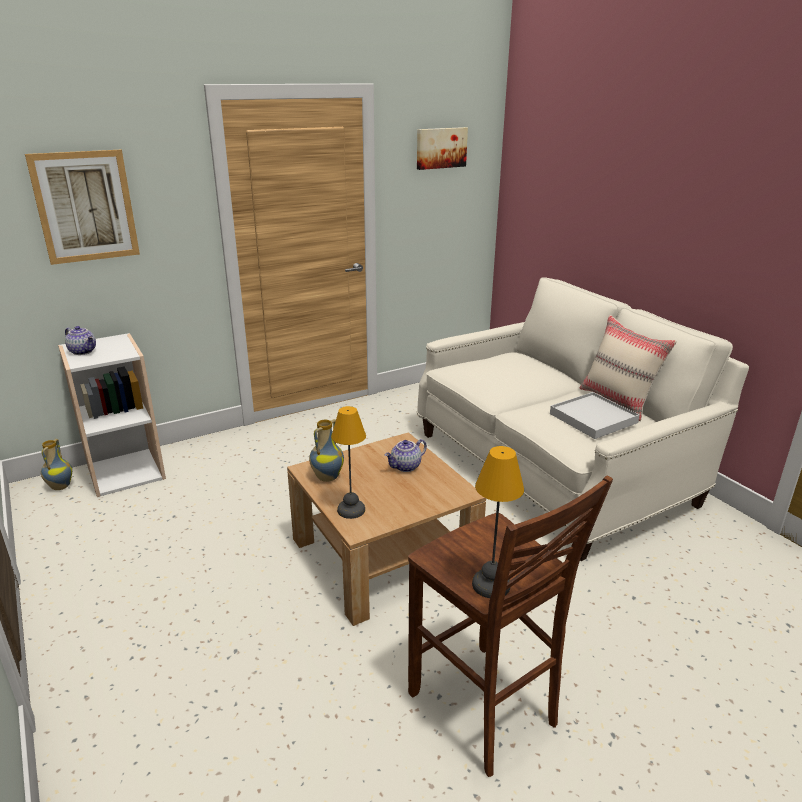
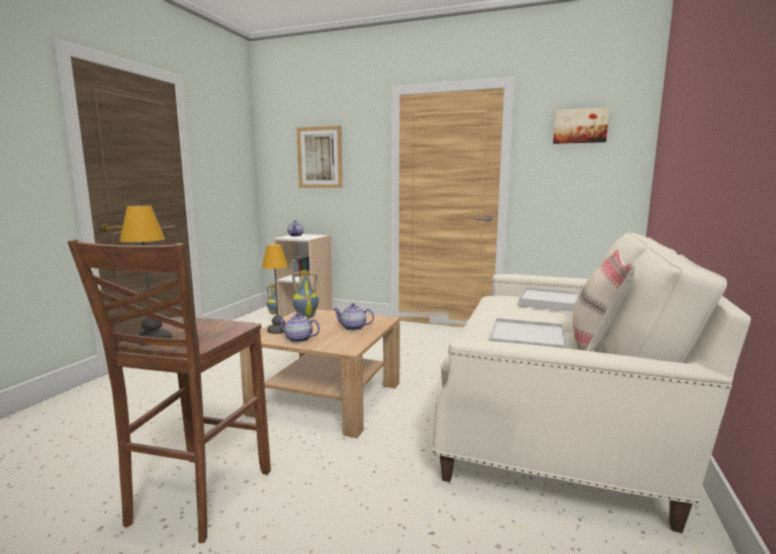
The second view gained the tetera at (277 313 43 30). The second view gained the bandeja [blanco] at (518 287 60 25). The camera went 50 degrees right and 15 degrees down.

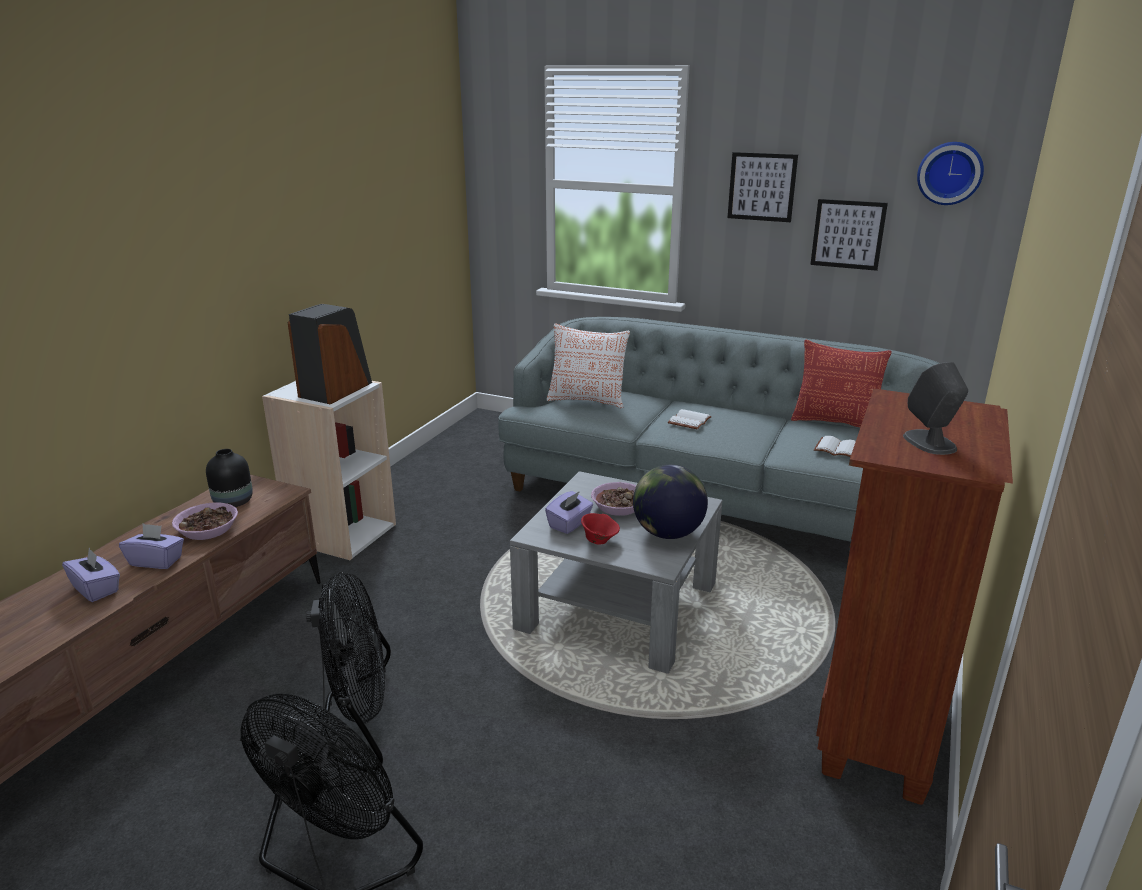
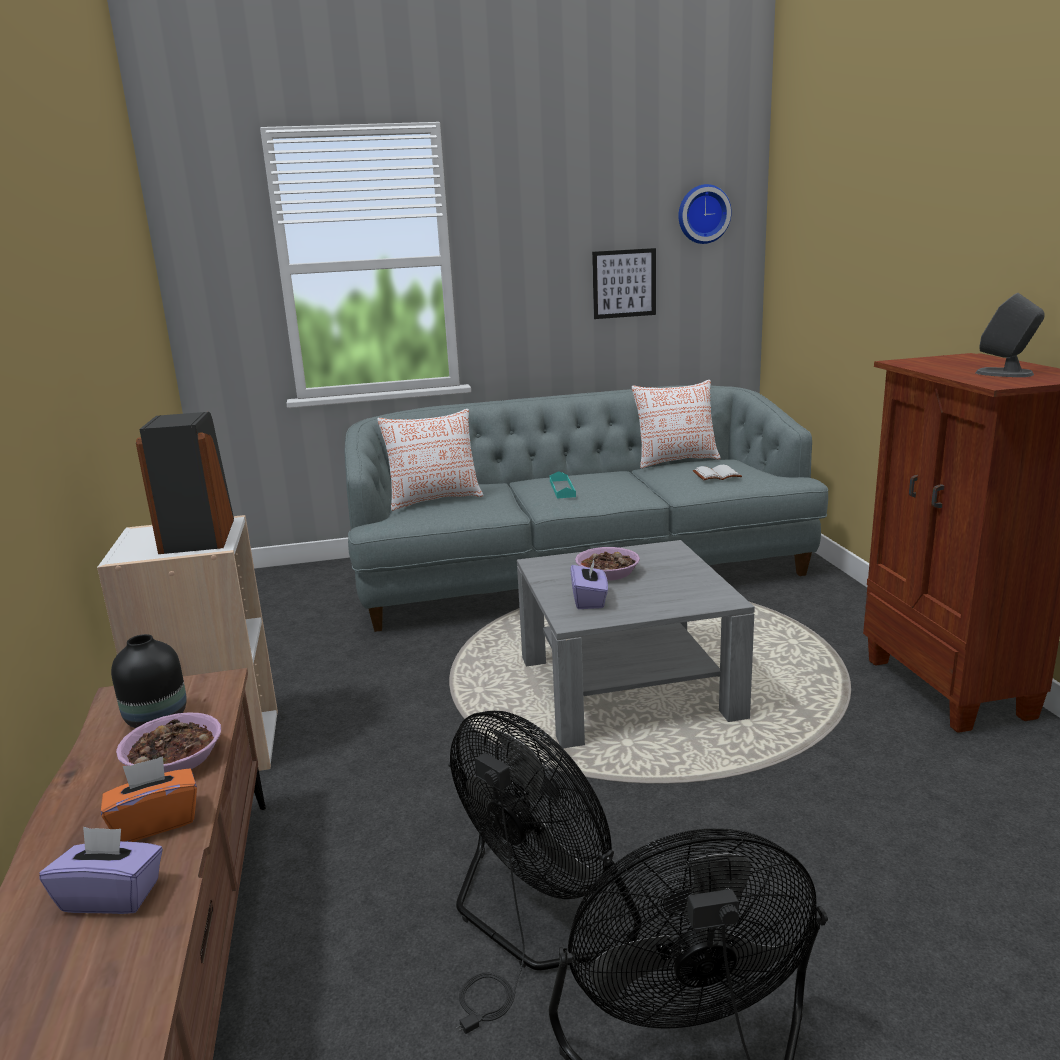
The second view lost the cuenco [rojo] at (581 513 39 32). The second view lost the globo terráqueo at (633 465 75 74). The second view lost the cuadro at (727 152 71 70). Where the libro [blanco] stood at (668 409 44 21), the bandeja [turquesa] came to stand at (550 471 26 28). What was the caja de pañuelos [morado] at (119 524 65 45) turned into the caja de pañuelos [naranja] at (101 756 96 86). What was the cojín [rojo] at (791 340 101 87) turned into the cojín [blanco] at (632 380 88 89). The camera went 35 degrees left and 5 degrees down.

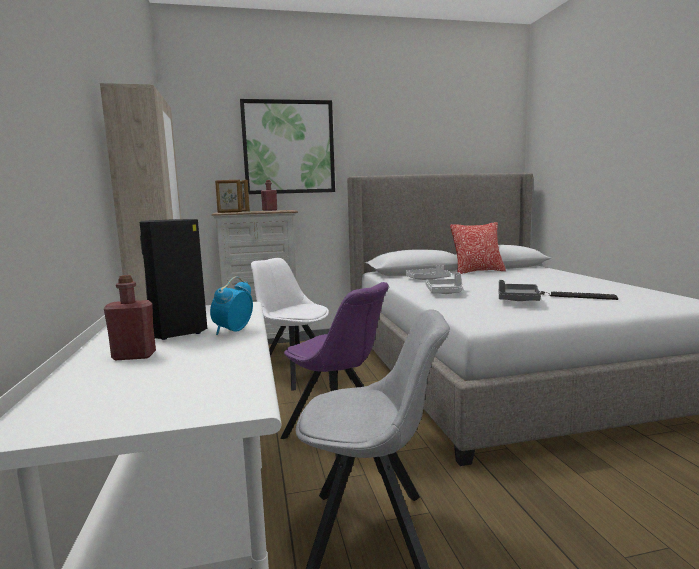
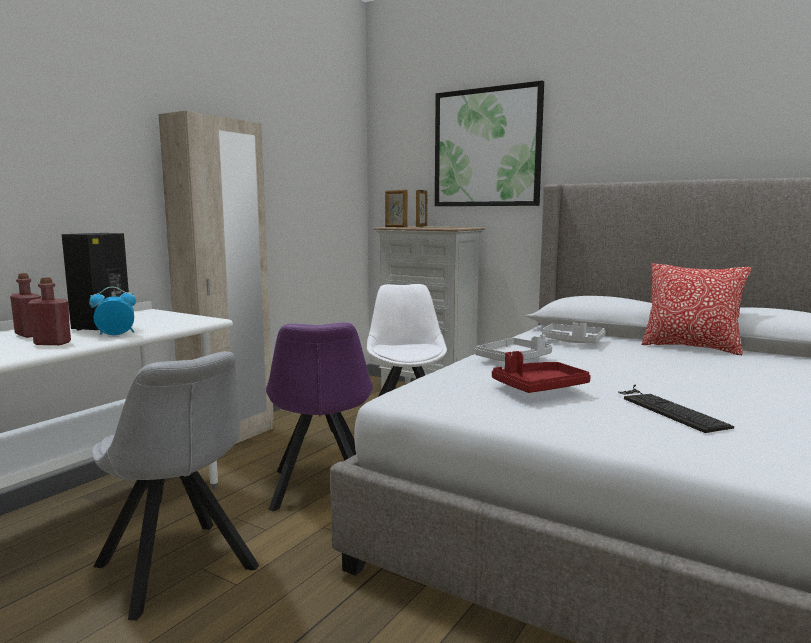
The botella [rojo] ended up elsewhere, having gone from (261 180 16 31) to (28 277 43 68). What was the bandeja [gris] at (499 280 42 21) turned into the bandeja [rojo] at (492 351 99 42). The camera went 45 degrees right and 0 degrees up.

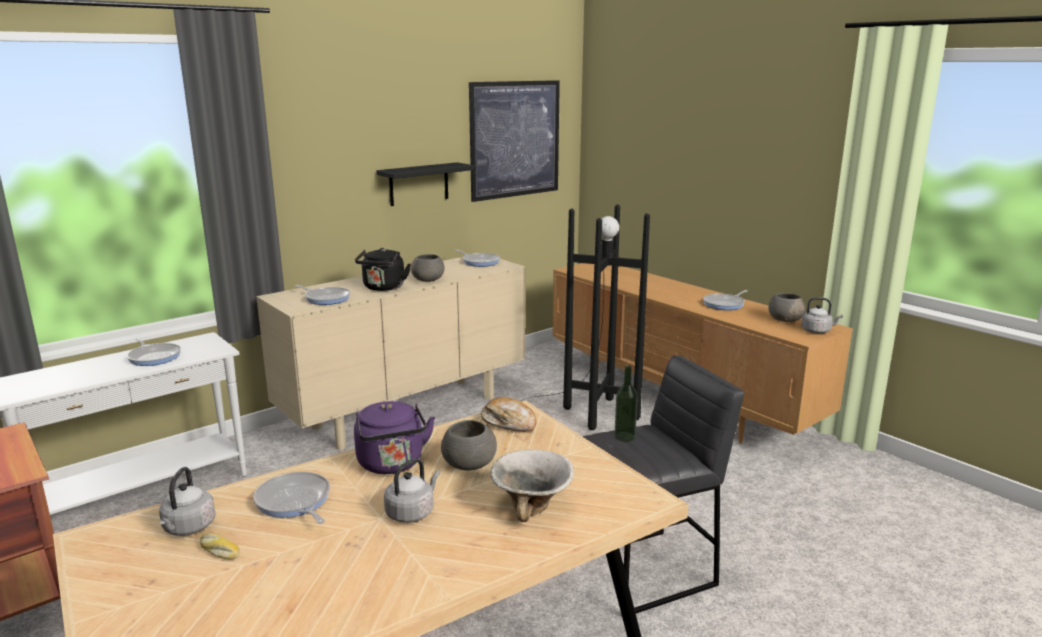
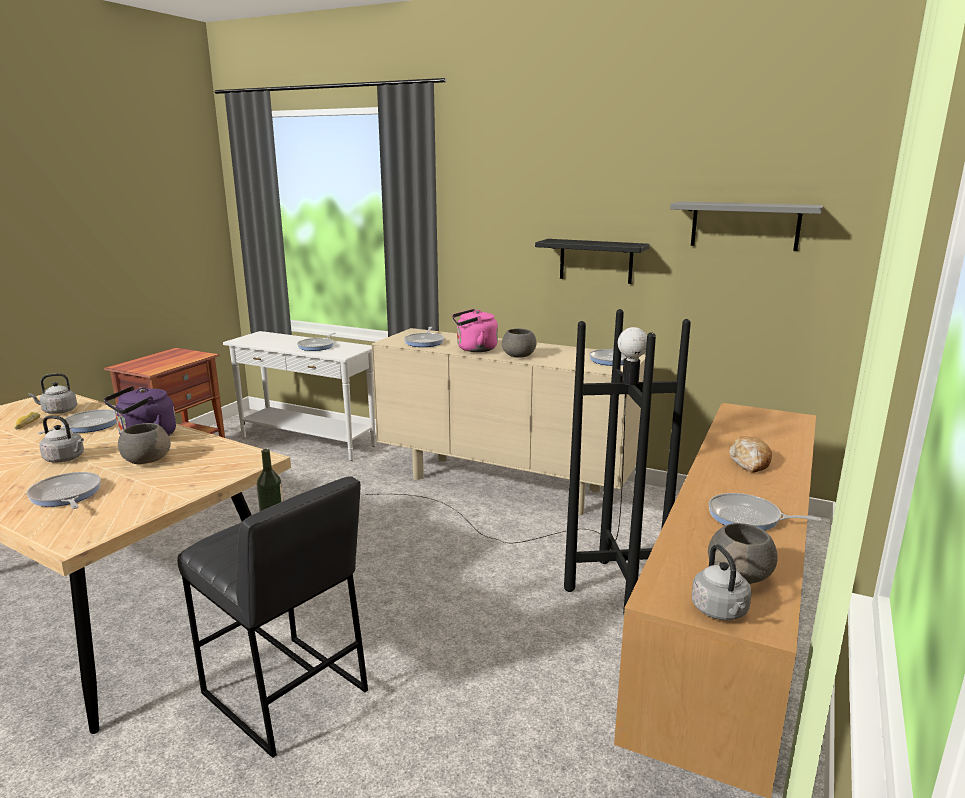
The pan ended up elsewhere, having gone from (481 397 55 34) to (730 437 42 36). Where the cuadro hung at (469 80 91 122), the estante [gris] came to hang at (670 201 153 50). Where the cuenco stood at (490 450 84 72), the sartén came to stand at (27 472 74 37). What was the hervidor [negro] at (355 248 56 43) turned into the hervidor [rosa] at (452 309 46 43). The camera went 65 degrees right and 0 degrees up.

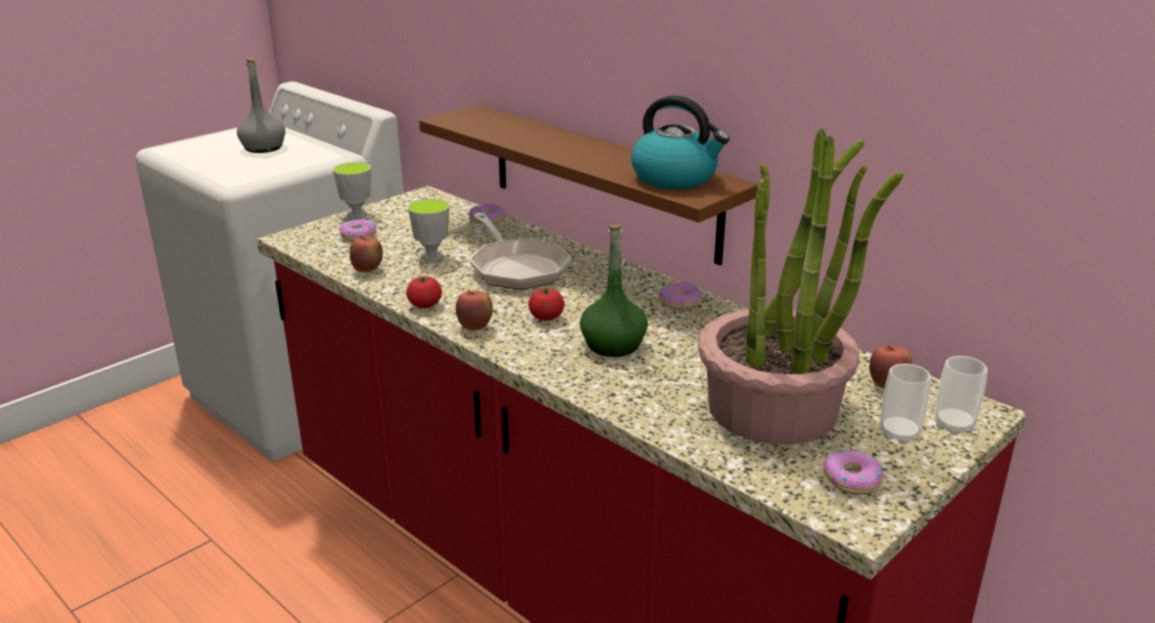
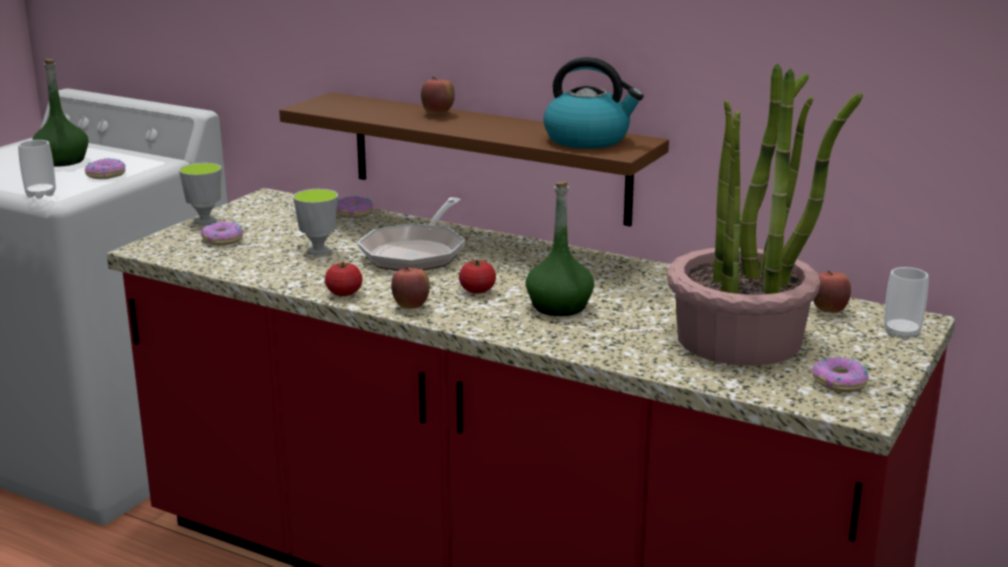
The manzana ended up elsewhere, having gone from (350 236 33 36) to (421 77 34 37). The rosquilla ended up elsewhere, having gone from (659 282 44 28) to (85 158 41 21). The taza ended up elsewhere, having gone from (880 364 51 80) to (18 140 38 59). What was the botella [gris] at (237 58 48 95) turned into the botella [verde] at (32 59 56 108). The sartén at (469 213 102 77) ended up facing another way, 60 degrees clockwise from before. The camera went 15 degrees left and 5 degrees down.

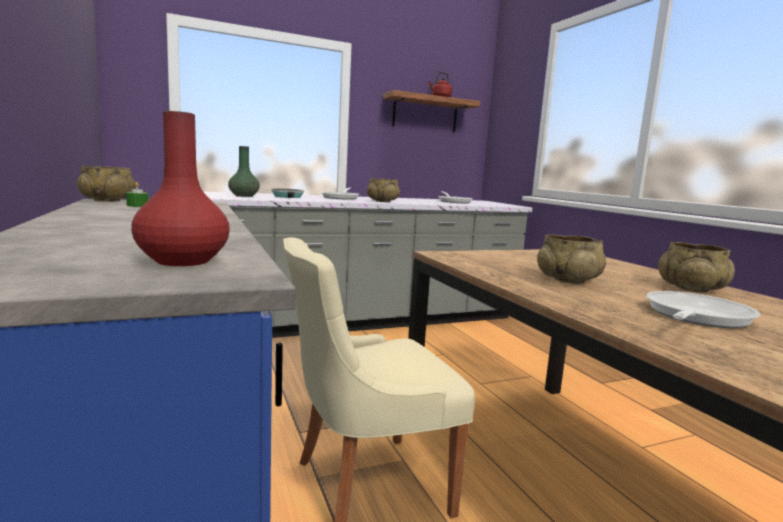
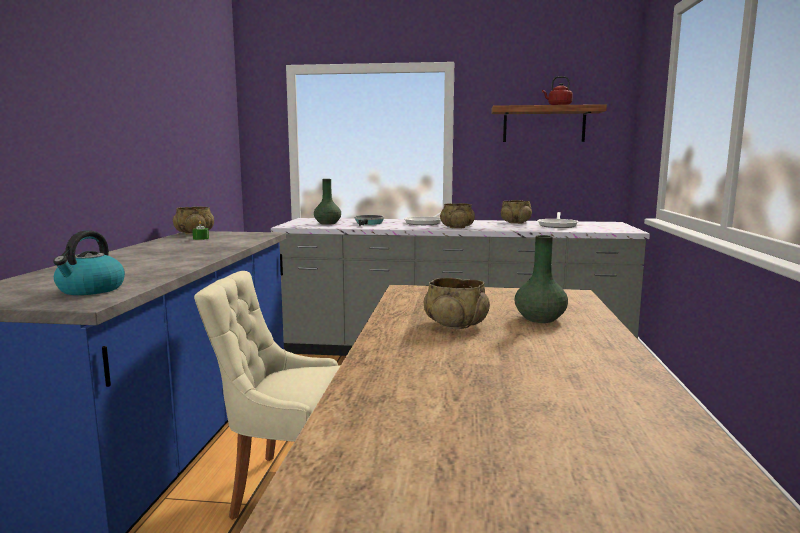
The second view lost the sartén at (646 291 114 37). The second view gained the florero [verde] at (514 235 54 88). The cuenco [beis] ended up elsewhere, having gone from (658 242 77 51) to (501 200 31 24). Where the florero [rojo] stood at (131 111 99 155), the hervidor came to stand at (53 230 72 65). The camera went 30 degrees right and 0 degrees up.

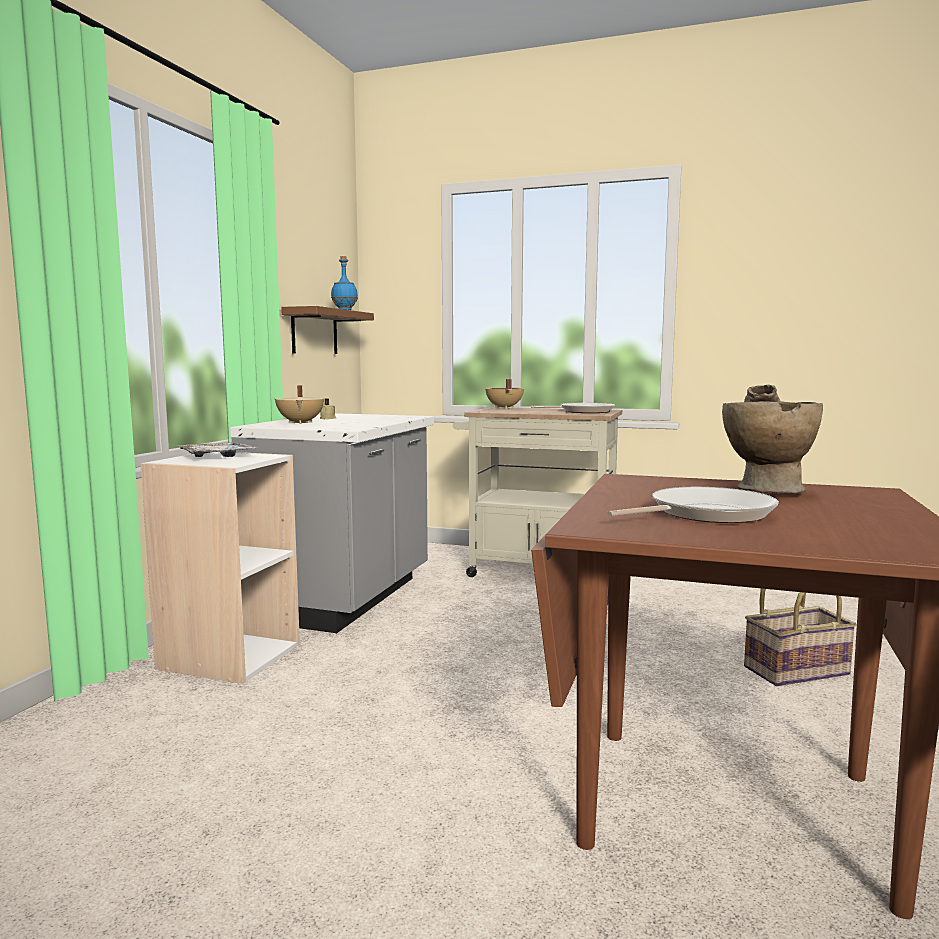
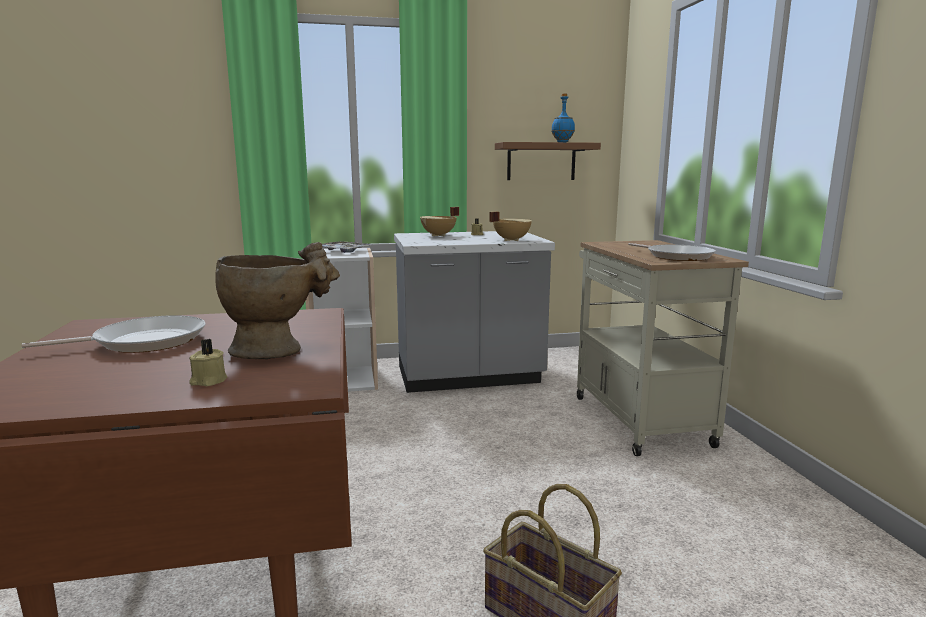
The second view gained the vela [beis] at (189 339 38 47). The olla [beis] ended up elsewhere, having gone from (485 379 39 30) to (489 212 43 29). The sartén at (607 487 172 36) ended up facing another way, 60 degrees counterclockwise from before. The camera went 60 degrees right and 5 degrees up.

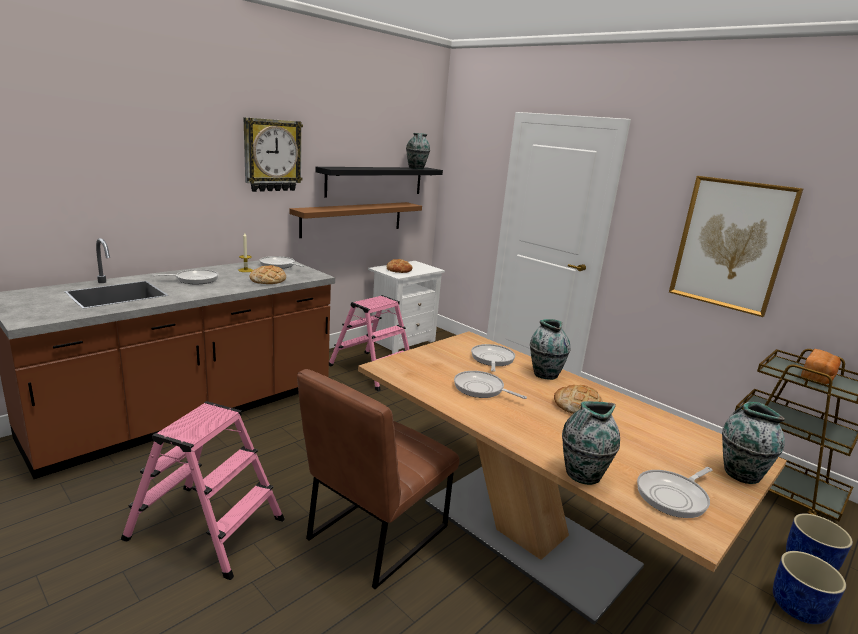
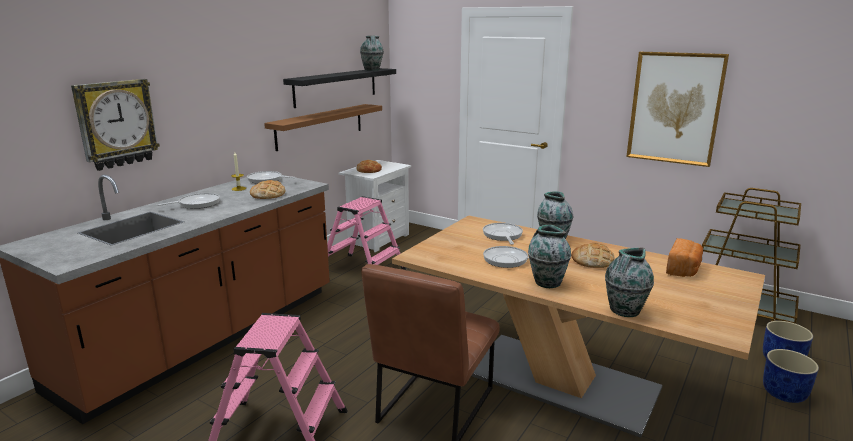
The second view lost the sartén at (637 467 75 51). The reloj de pared ended up elsewhere, having gone from (244 117 59 75) to (71 79 89 92). The florero ended up elsewhere, having gone from (722 402 63 82) to (528 225 43 63). The pan ended up elsewhere, having gone from (801 349 40 35) to (666 238 37 39). The camera went 10 degrees left and 0 degrees up.

